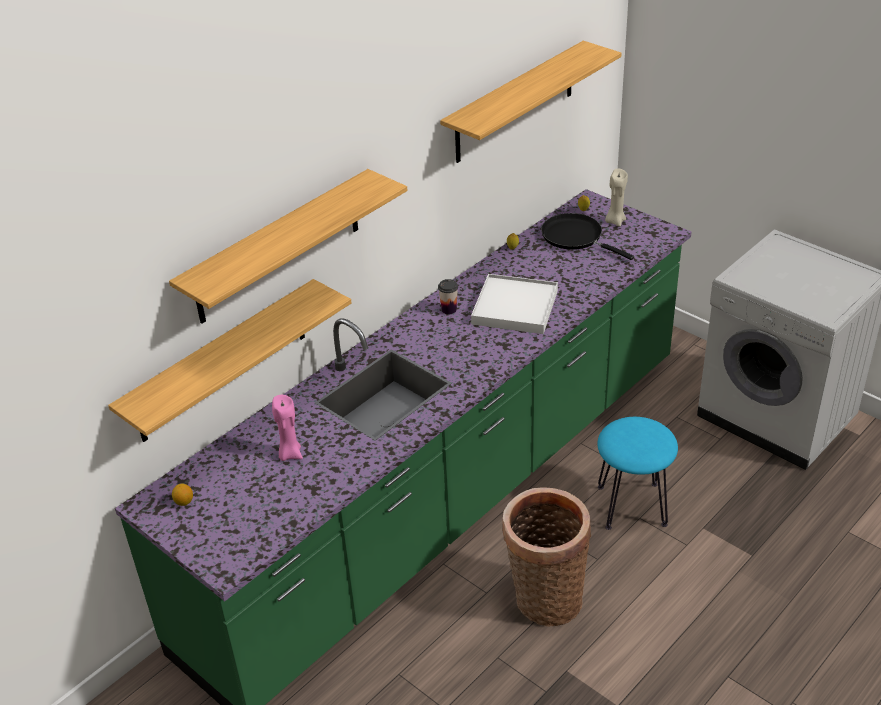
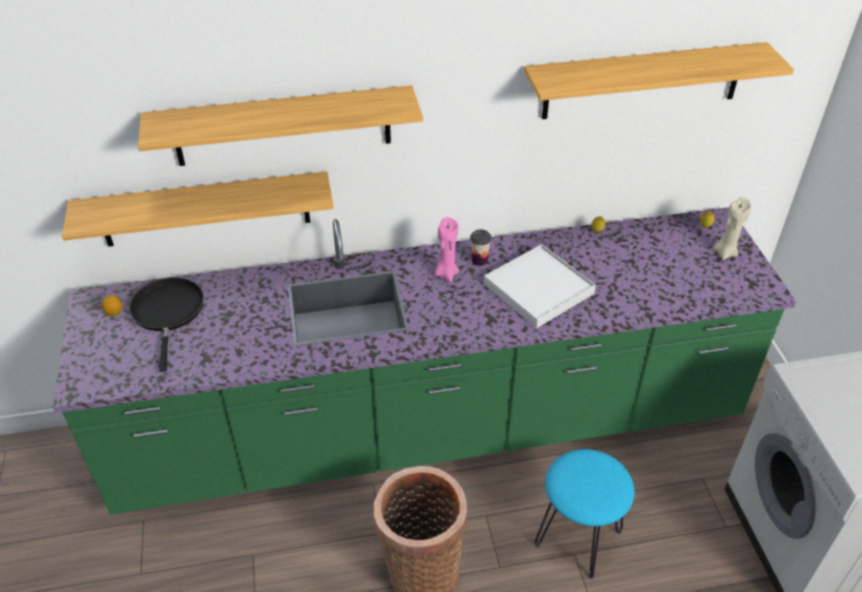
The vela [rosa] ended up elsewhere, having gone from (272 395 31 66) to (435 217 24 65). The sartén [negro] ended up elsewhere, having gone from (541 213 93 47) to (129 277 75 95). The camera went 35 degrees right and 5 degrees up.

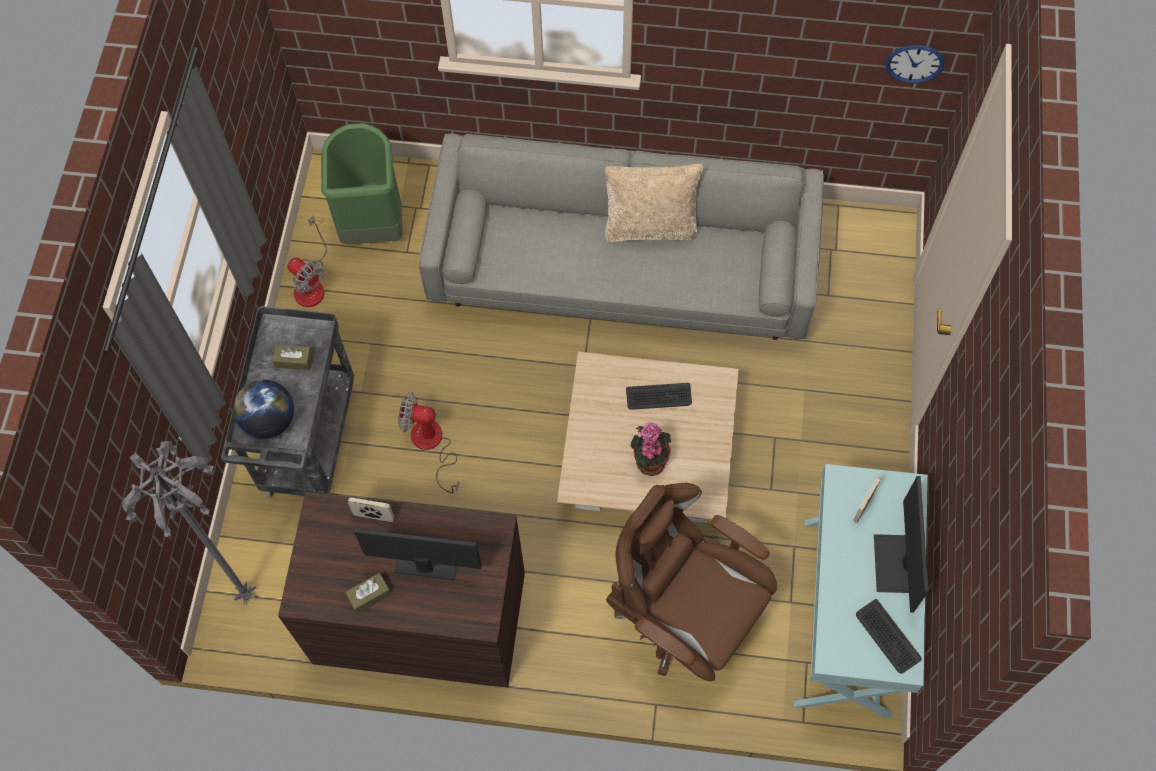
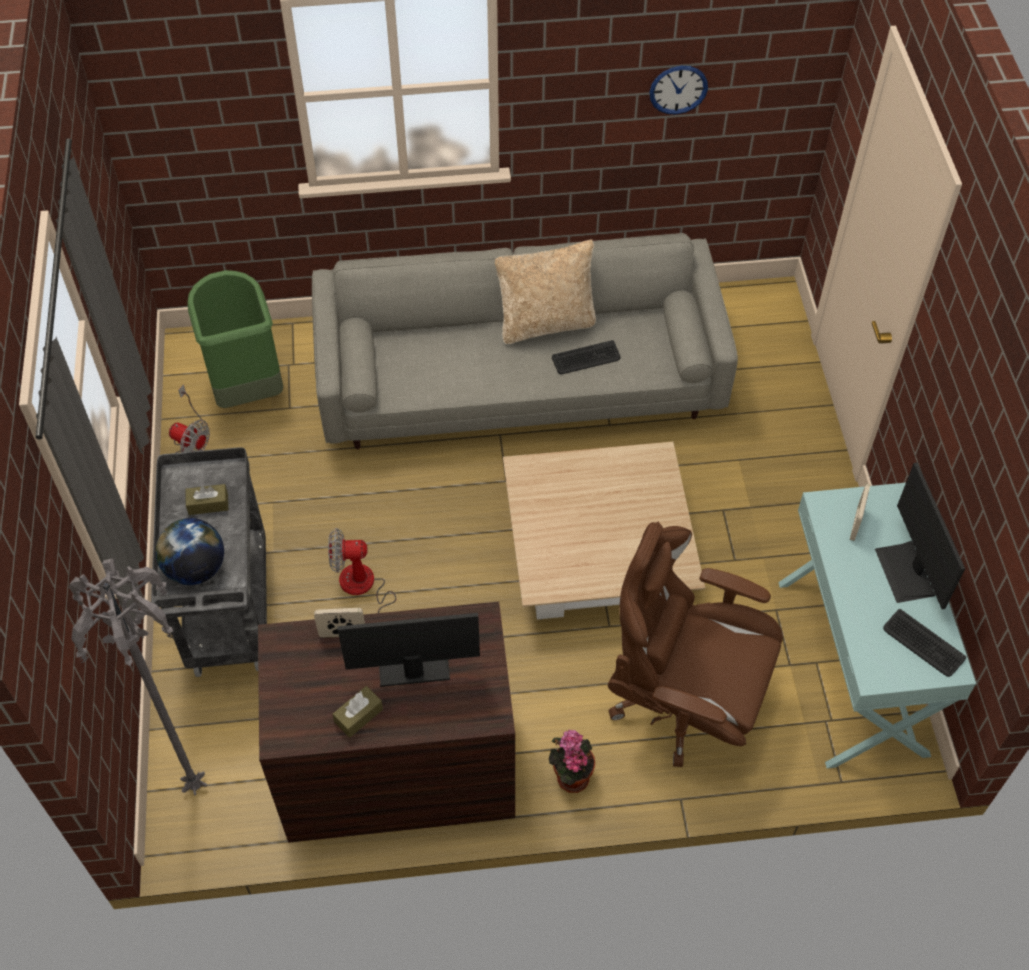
The teclado ended up elsewhere, having gone from (626 383 66 27) to (552 340 68 34). The planta en maceta ended up elsewhere, having gone from (631 422 40 54) to (549 730 46 63). The reloj de pared ended up elsewhere, having gone from (886 45 59 38) to (649 66 59 48). The camera went 15 degrees left and 10 degrees down.

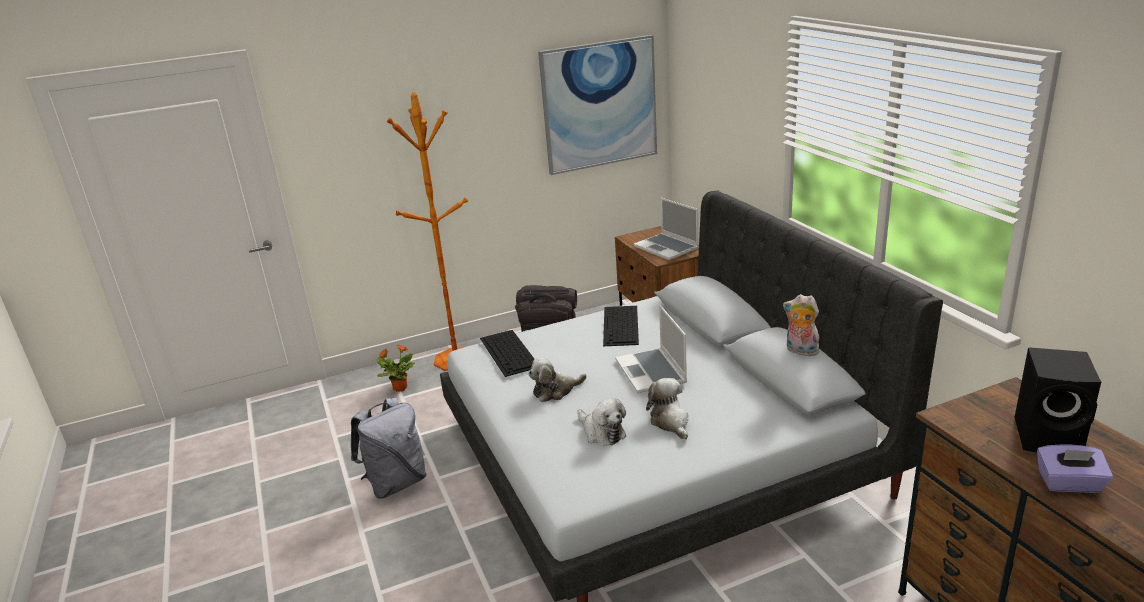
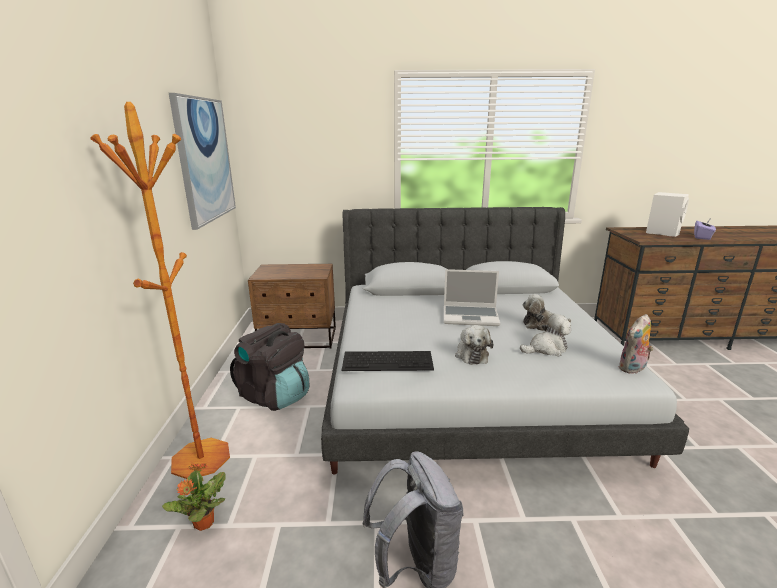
The second view lost the teclado at (603 306 36 40). The second view lost the portátil at (634 198 65 62). The peluche ended up elsewhere, having gone from (783 294 36 62) to (618 314 35 60). What was the altavoz [negro] at (1015 347 86 105) turned into the altavoz [blanco] at (646 192 43 45). The camera went 70 degrees left and 5 degrees down.

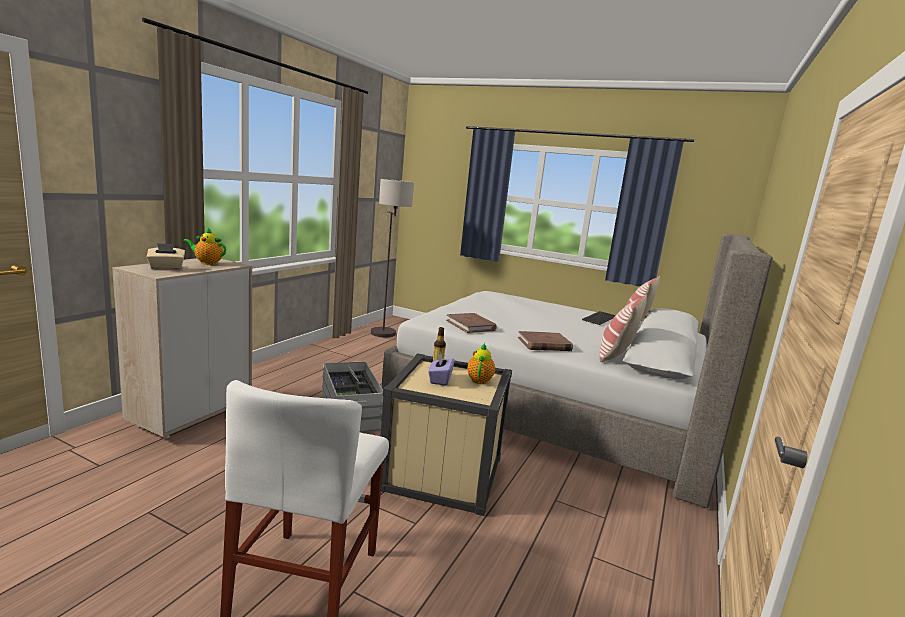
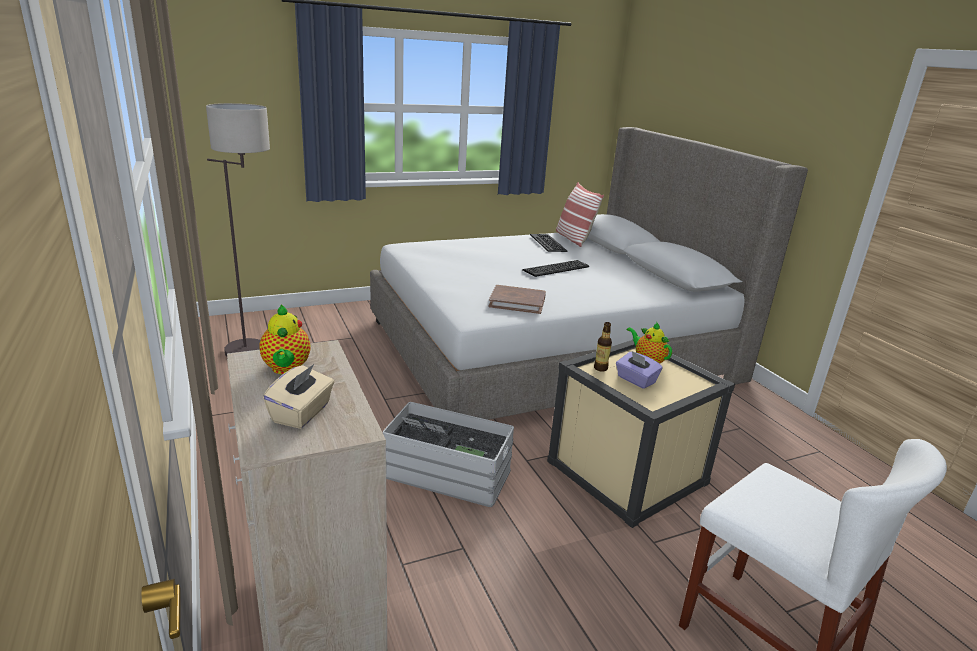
The second view lost the libro [marrón] at (518 331 55 20). The second view lost the cojín at (600 295 47 67). The second view gained the teclado at (522 260 67 17). The tetera at (183 228 43 37) ended up facing another way, 60 degrees counterclockwise from before. The camera went 50 degrees left and 10 degrees up.

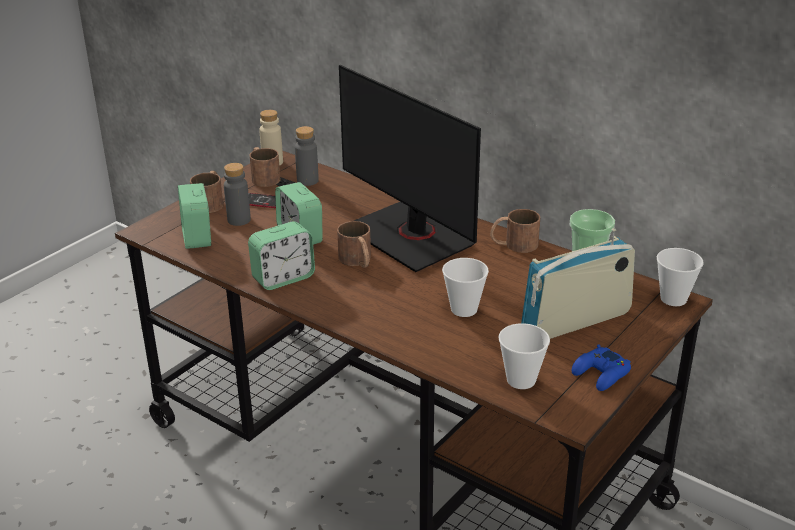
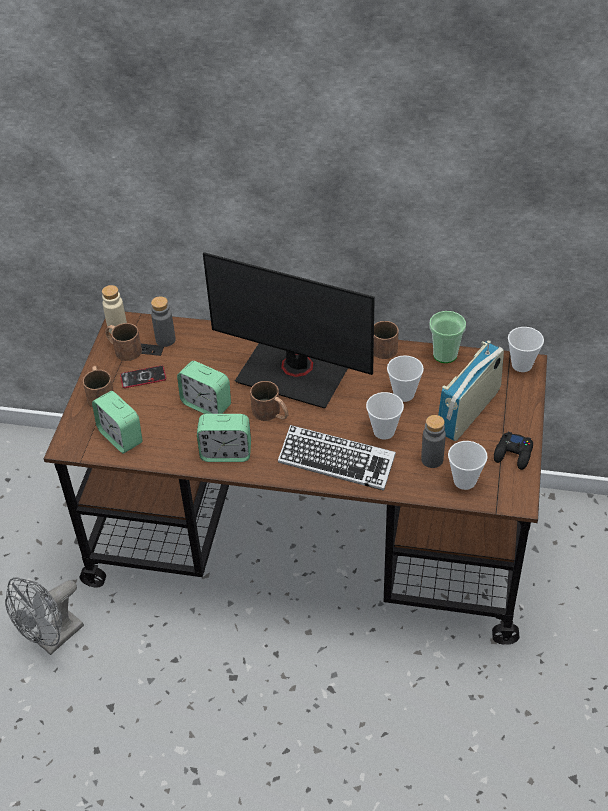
The second view gained the ventilador [gris] at (5 577 79 78). The second view gained the teclado at (278 425 118 66). The second view gained the taza at (387 355 37 47). The botella [gris] ended up elsewhere, having gone from (224 163 27 63) to (421 415 25 53). What was the mando de consola [azul] at (572 344 59 47) turned into the mando de consola [negro] at (494 432 39 38). The despertador at (248 221 67 69) ended up facing another way, 60 degrees clockwise from before. The camera went 25 degrees left and 15 degrees up.

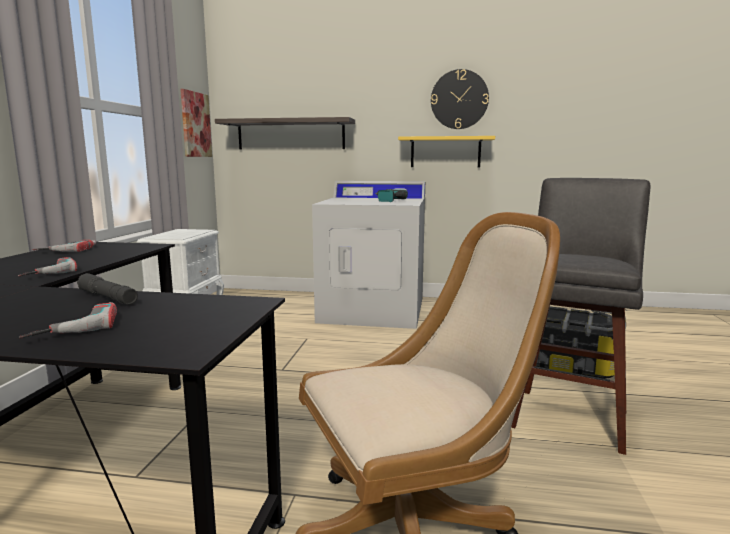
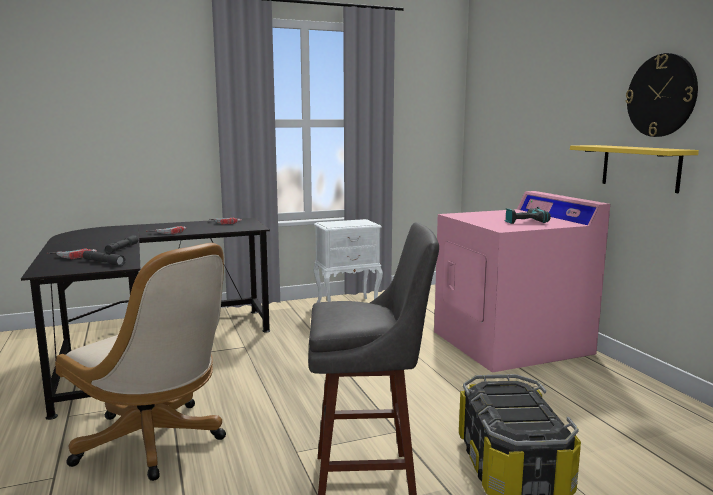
The second view lost the cuadro at (180 89 32 68). The second view lost the estante at (215 117 140 33). The second view gained the linterna [gris] at (83 251 43 15). What was the lavadora [blanco] at (312 181 113 148) turned into the lavadora [rosa] at (434 191 176 182). The camera went 60 degrees right and 0 degrees up.

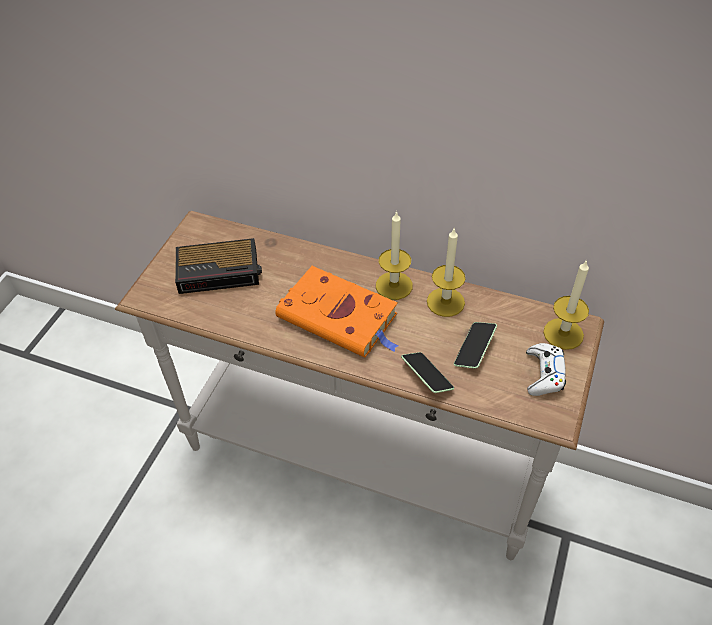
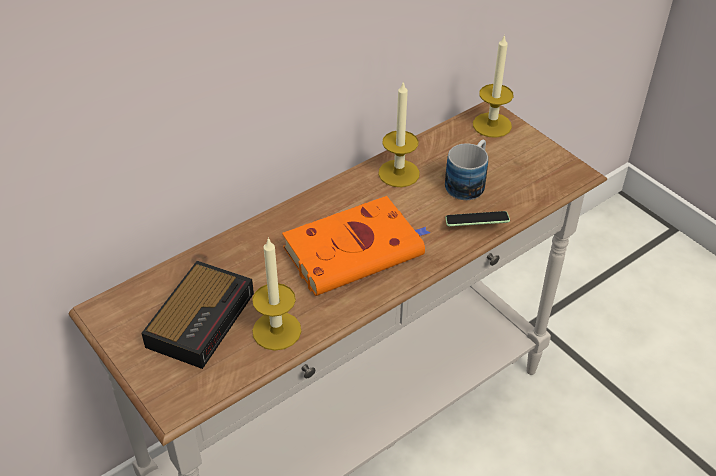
The second view lost the mando de consola [blanco] at (526 343 40 53). The vela ended up elsewhere, having gone from (376 211 37 89) to (252 237 49 114). Where the móvil stood at (454 322 43 47), the taza grande came to stand at (445 140 43 60). The camera went 60 degrees left and 5 degrees down.

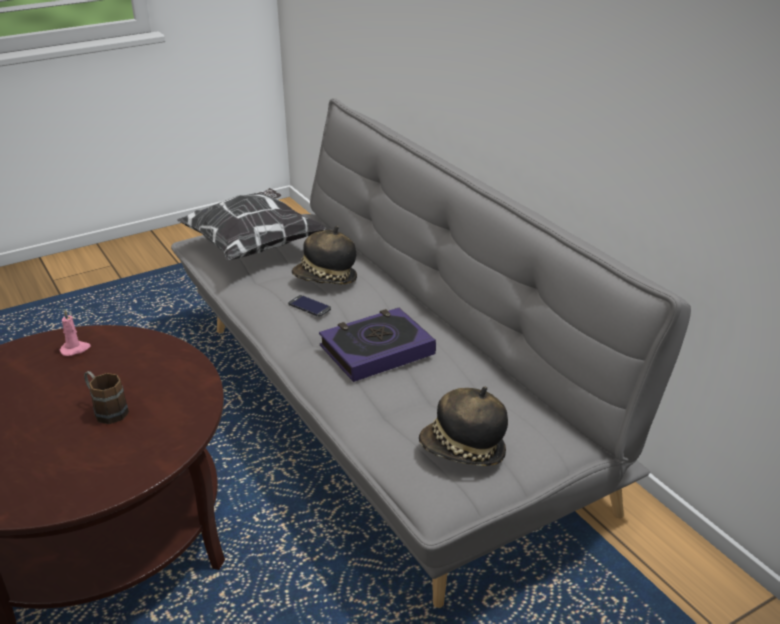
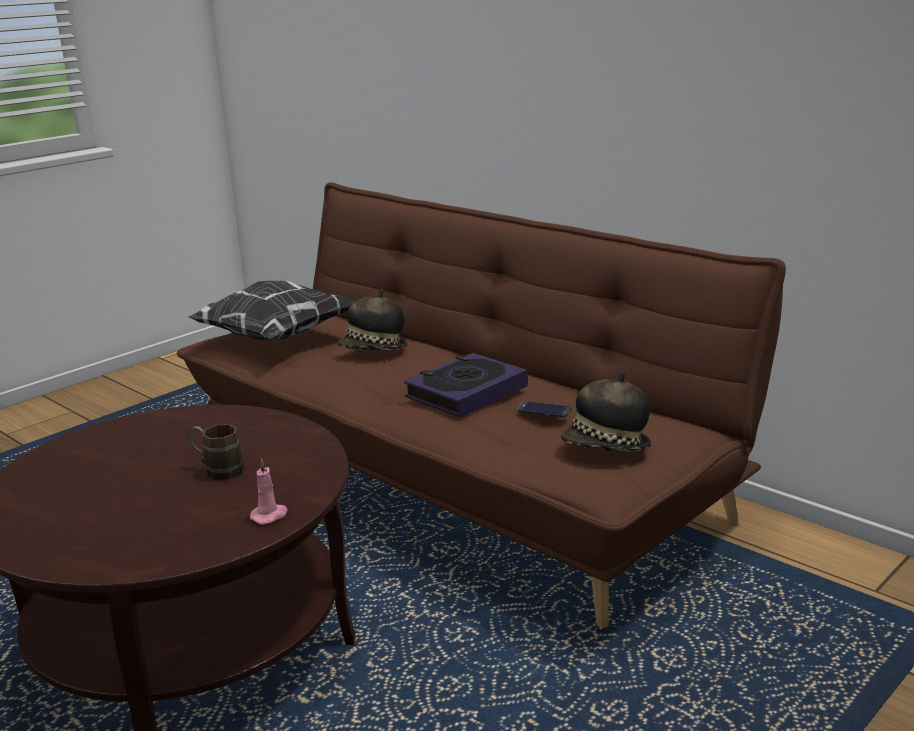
The vela [rosa] ended up elsewhere, having gone from (60 310 30 46) to (250 458 38 67). The móvil ended up elsewhere, having gone from (288 295 43 22) to (517 401 54 17). What was the sofá [gris] at (171 98 520 510) turned into the sofá [marrón] at (177 182 609 446). The camera went 15 degrees left and 10 degrees down.

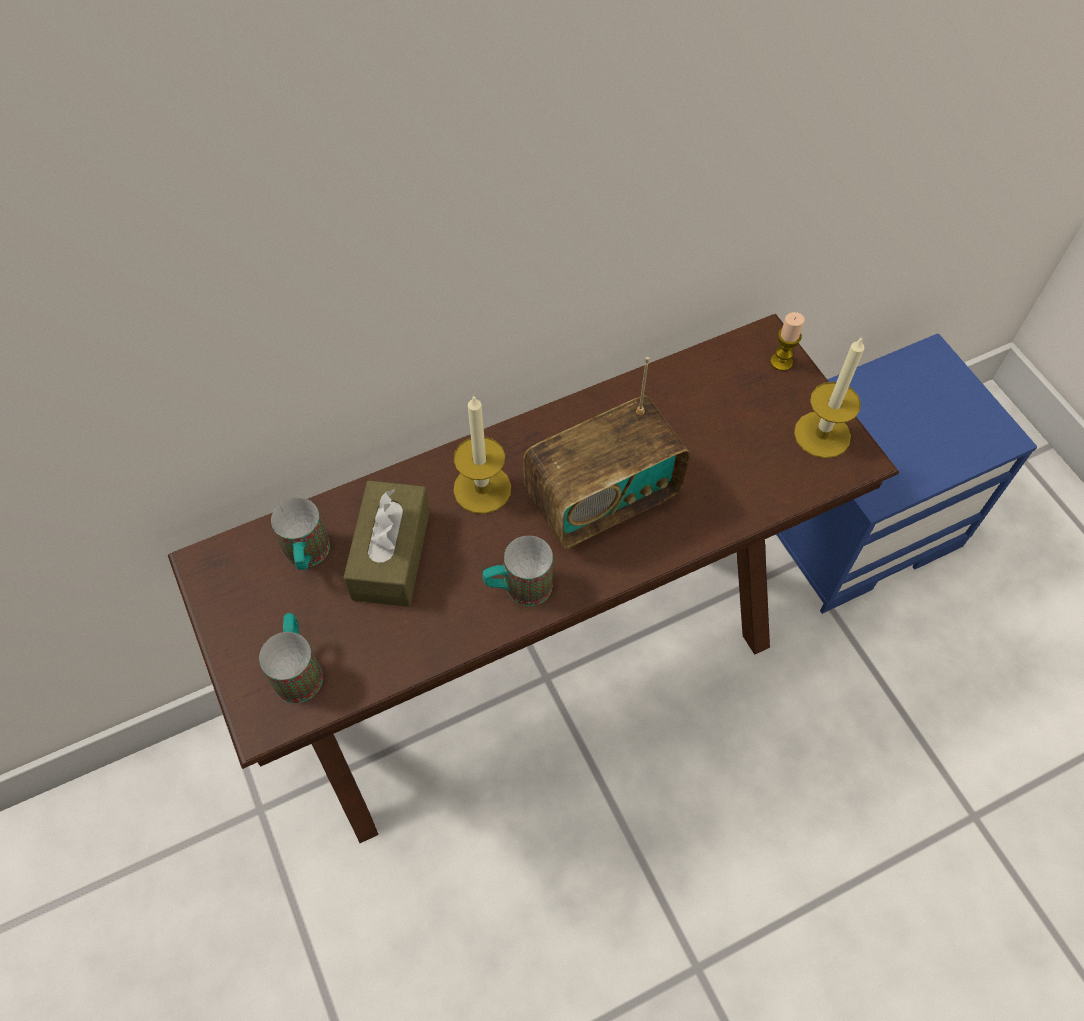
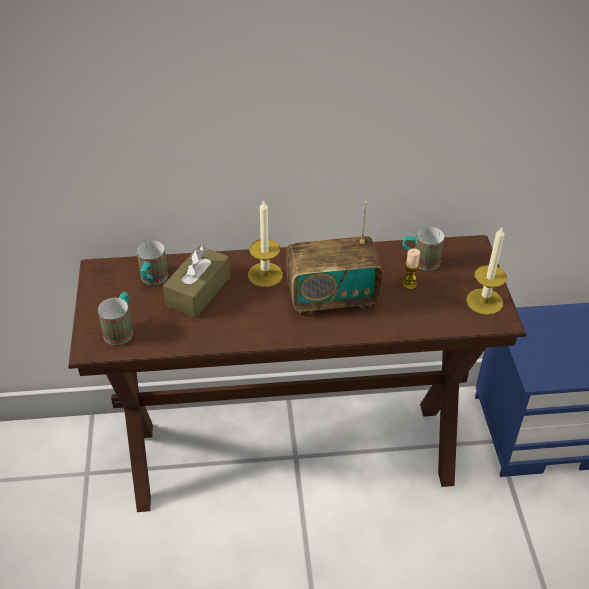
The taza grande ended up elsewhere, having gone from (483 536 70 70) to (403 226 41 44). The vela ended up elsewhere, having gone from (770 312 35 59) to (402 249 18 41). The camera went 20 degrees right and 15 degrees down.

